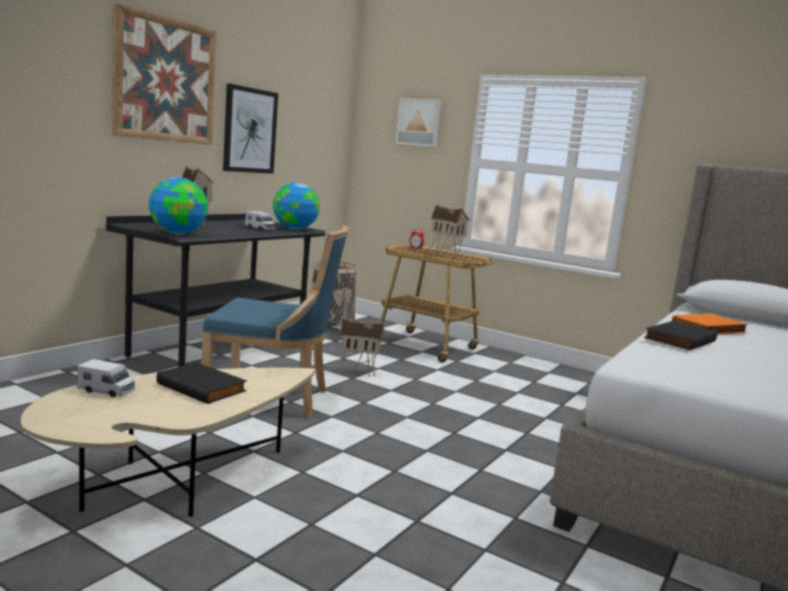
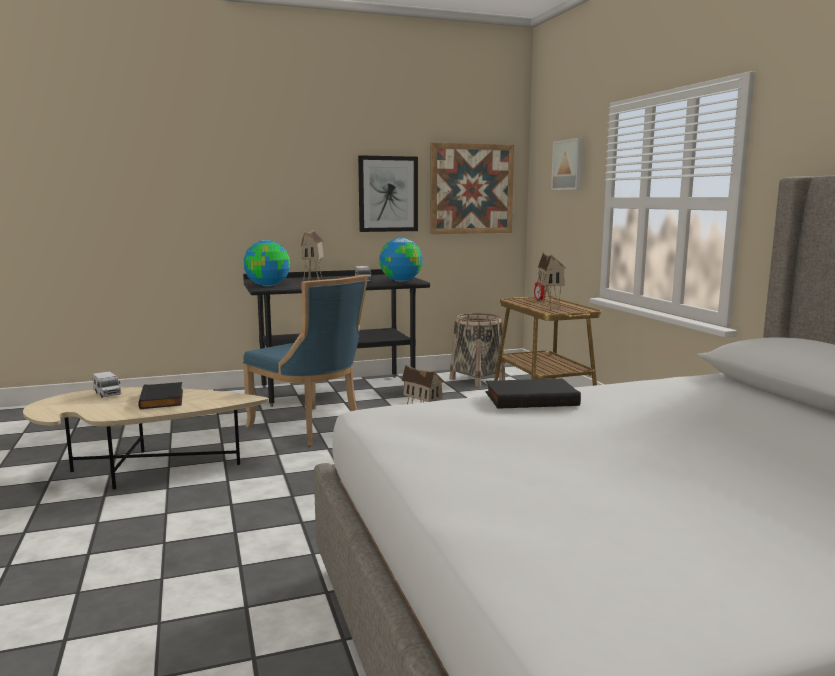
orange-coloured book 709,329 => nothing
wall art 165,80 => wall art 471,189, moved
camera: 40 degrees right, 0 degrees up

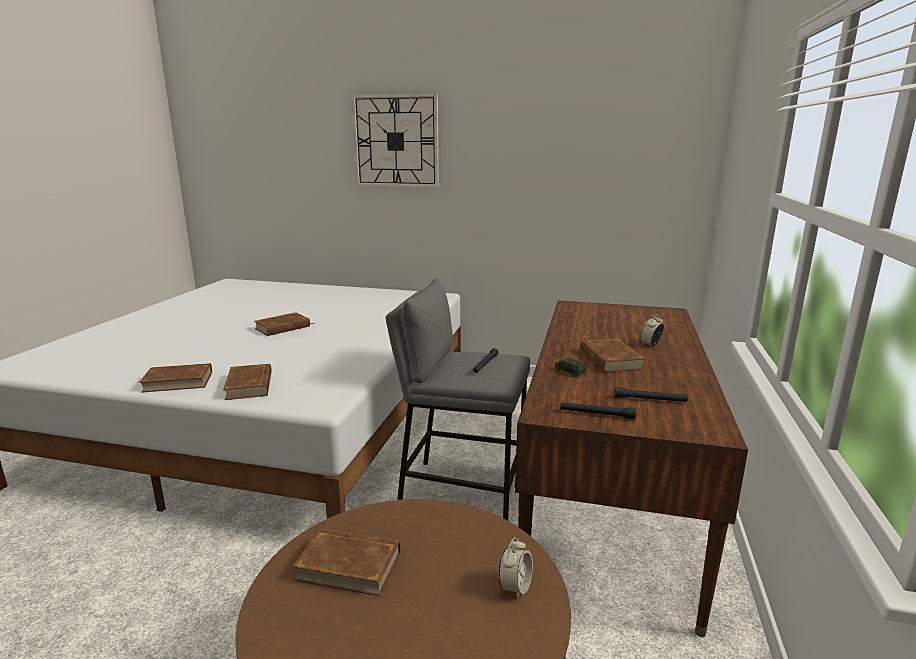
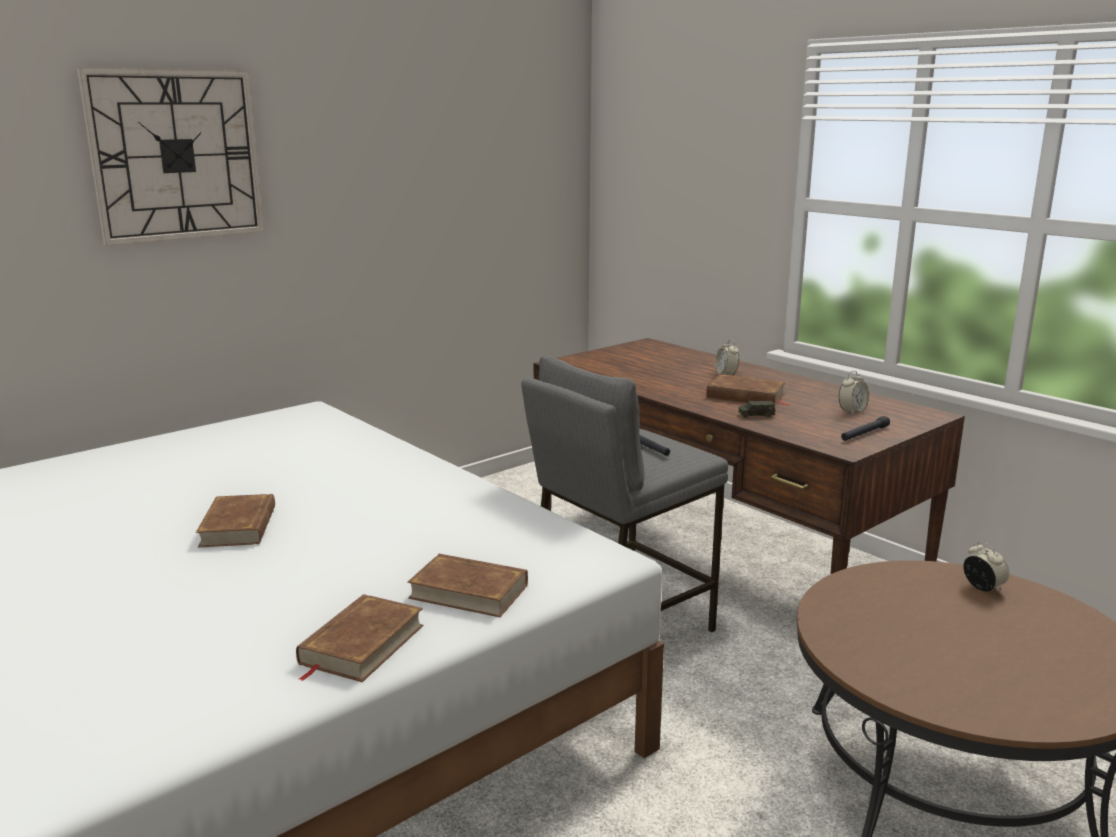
brown book 348,566 => nothing
blackish torch 650,400 => alarm clock 852,411
camera: 55 degrees left, 0 degrees up

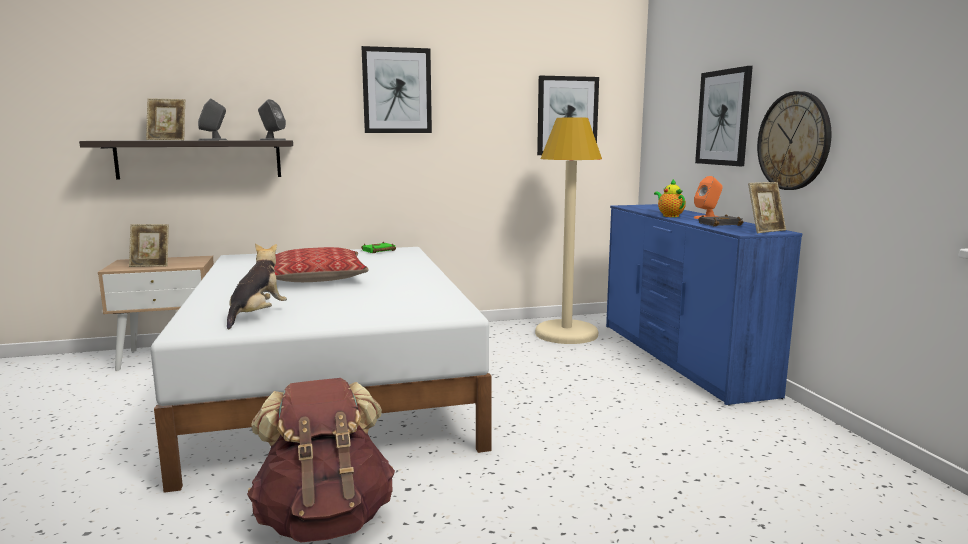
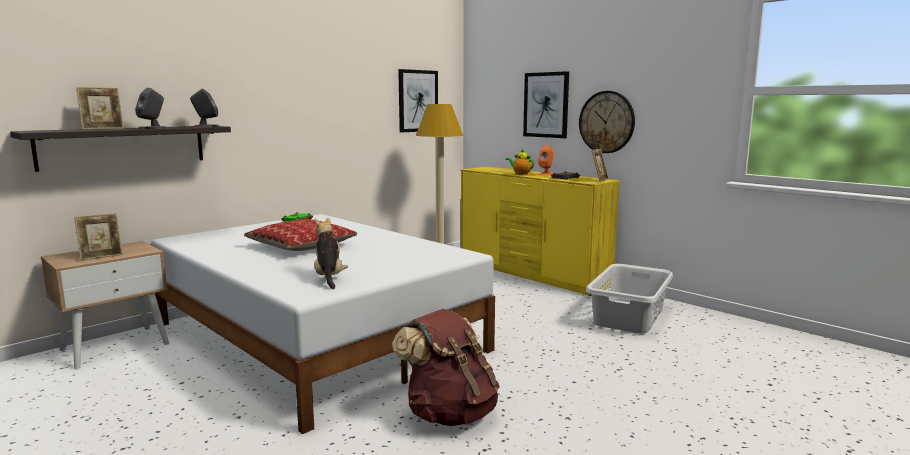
wall art 397,91 => nothing
nothing => gray laundry basket 629,316
bluish chest of drawers 680,358 => yellow-coloured chest of drawers 531,274
camera: 30 degrees left, 0 degrees up

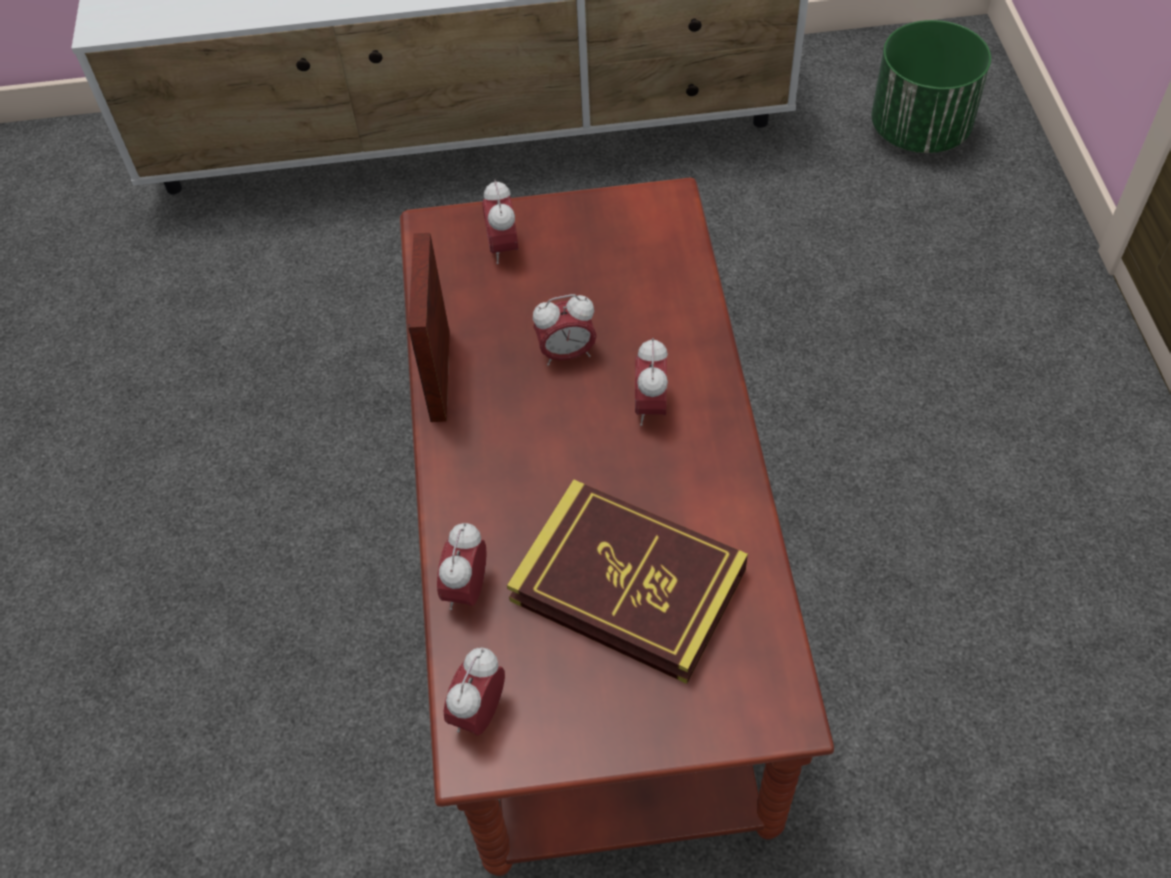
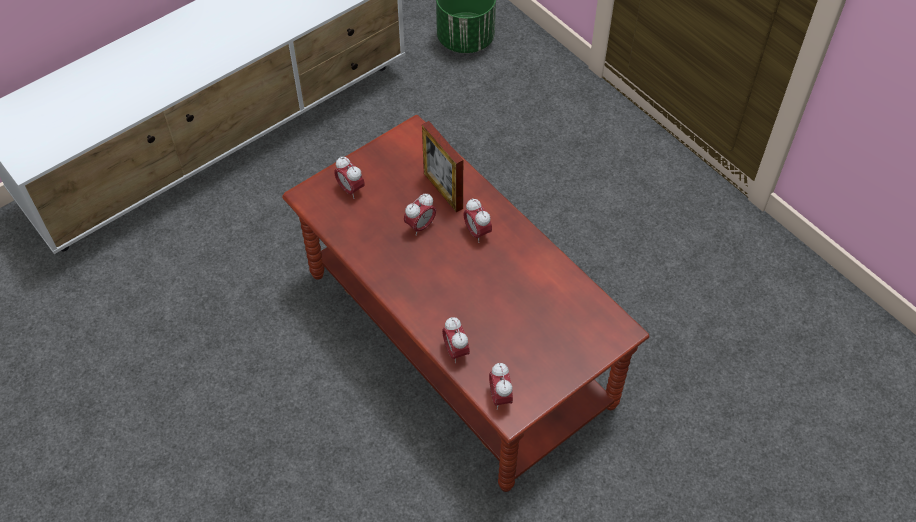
book 628,585 => nothing
standing frame 440,375 => standing frame 443,191, moved
camera: 35 degrees left, 0 degrees up

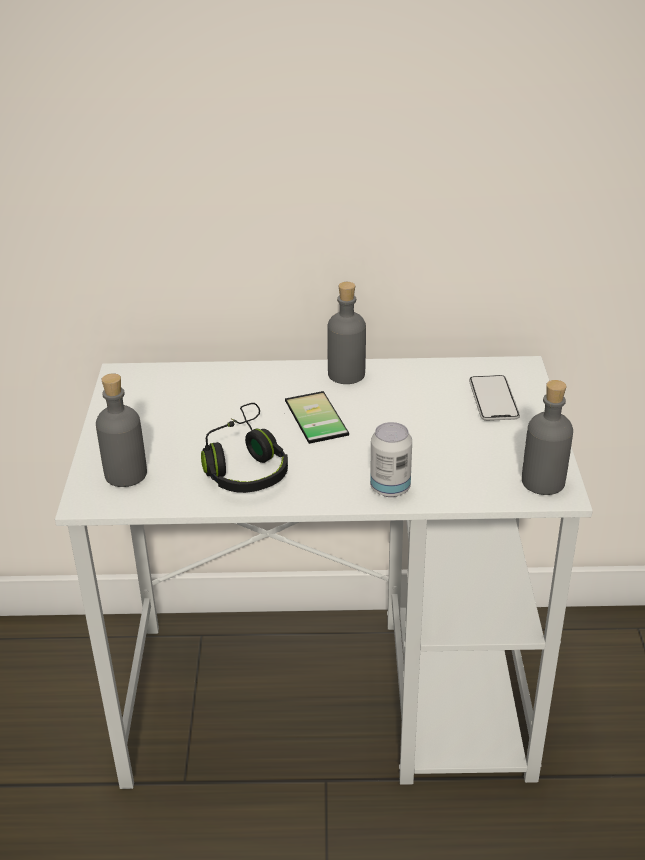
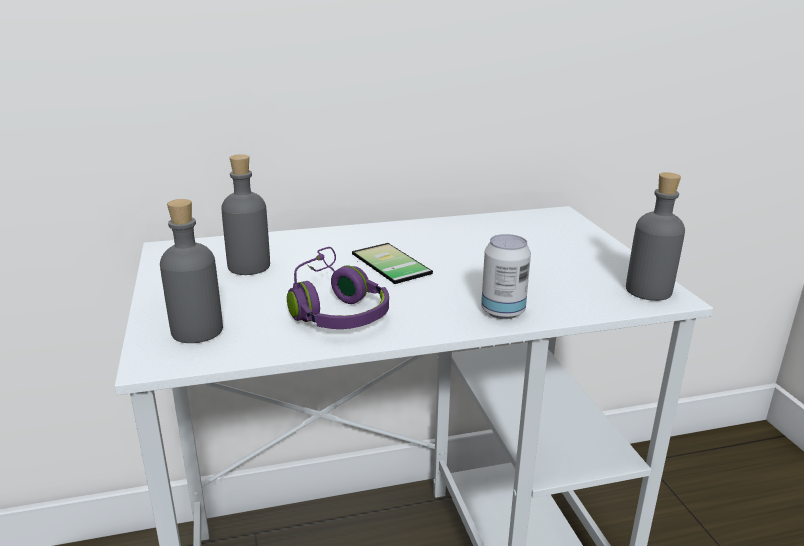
handset 493,399 => nothing
gray beverage bottle 346,374 => gray beverage bottle 249,266, moved
blackish headset 245,466 => purple-coloured headset 335,309
camera: 15 degrees left, 10 degrees down

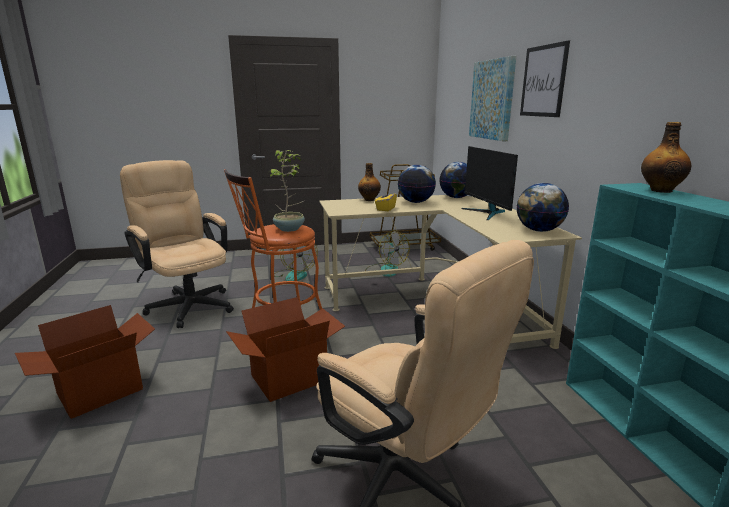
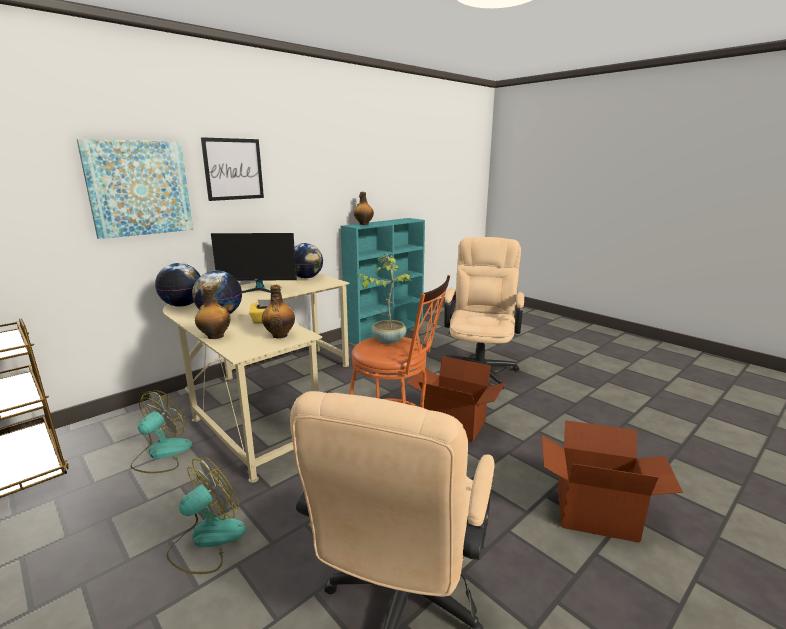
nothing => beverage bottle 280,335
computer screen 487,213 => computer screen 258,290, 45 degrees clockwise
camera: 120 degrees left, 0 degrees up

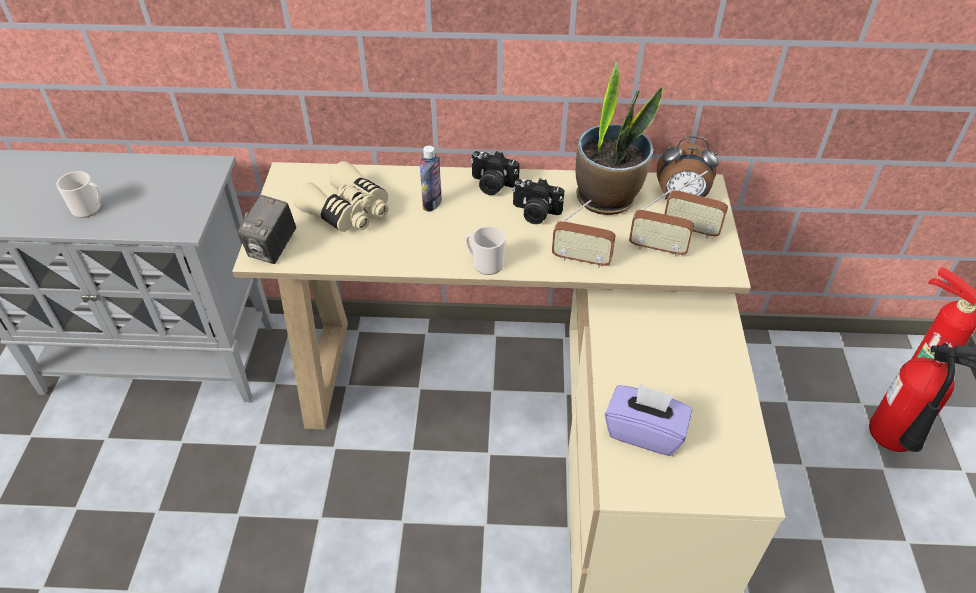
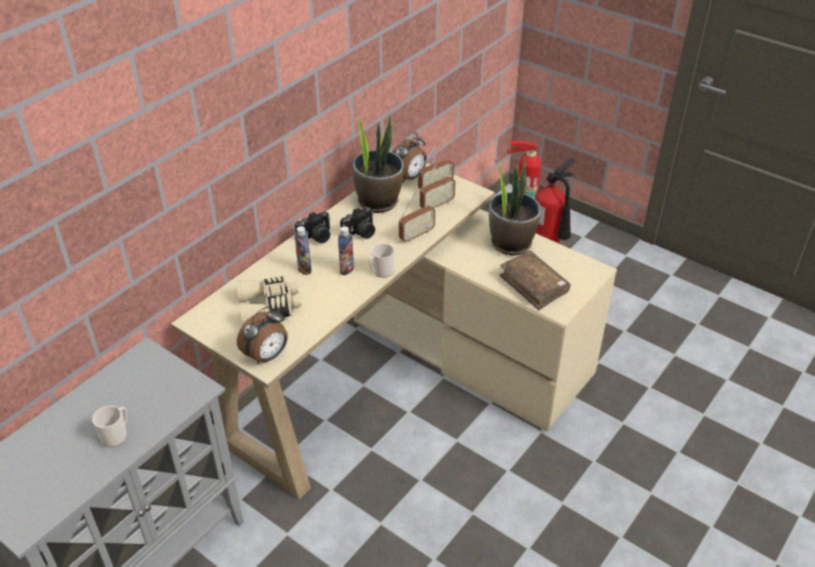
nothing => beverage bottle 347,269
nothing => plant in a pot 511,243
photo camera 273,249 => alarm clock 267,356
purple-coloured tissue box 644,432 => brown book 533,286
camera: 55 degrees left, 5 degrees down

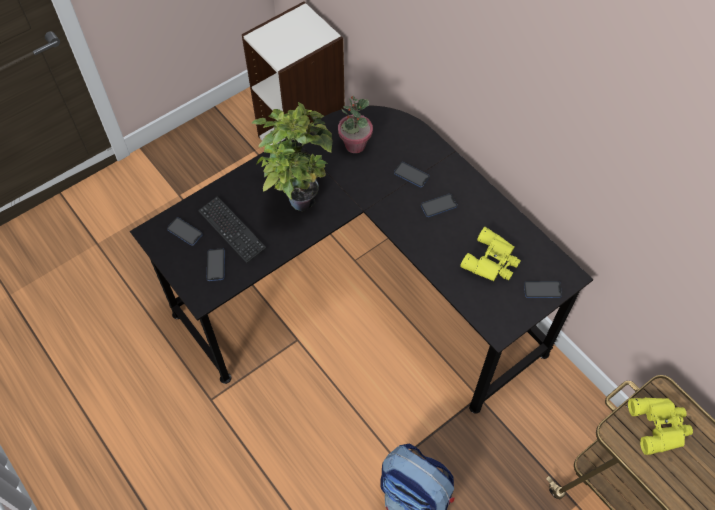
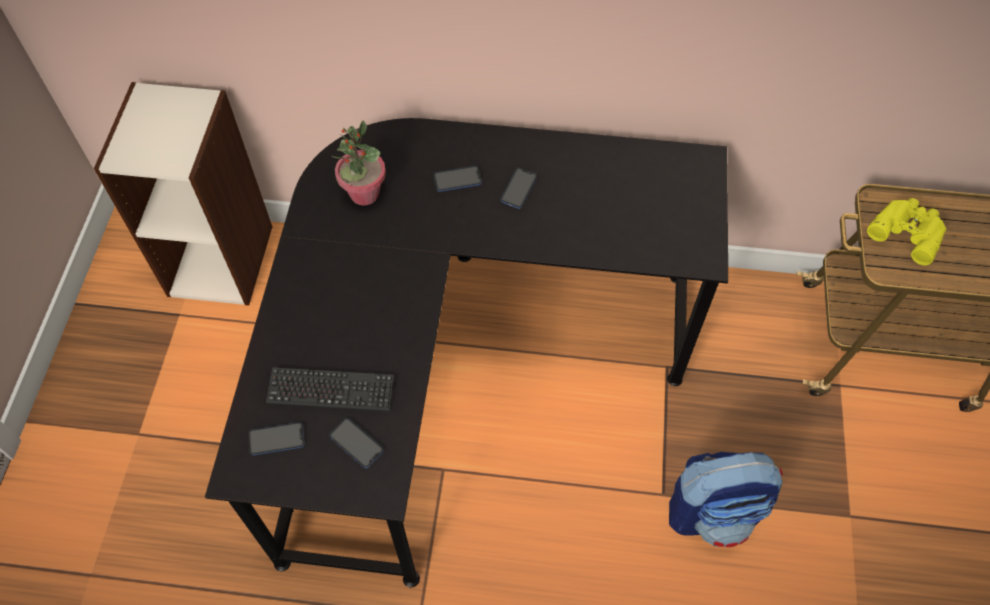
plant in a pot 297,196 => nothing
yellow-coloured pair of binoculars 492,261 => nothing
handset 542,290 => nothing
camera: 45 degrees left, 0 degrees up

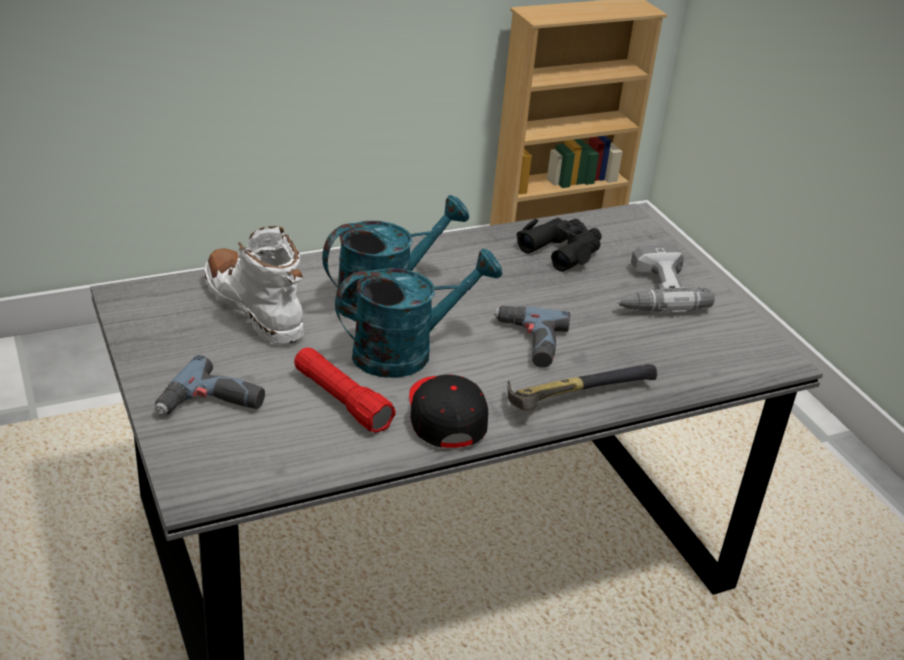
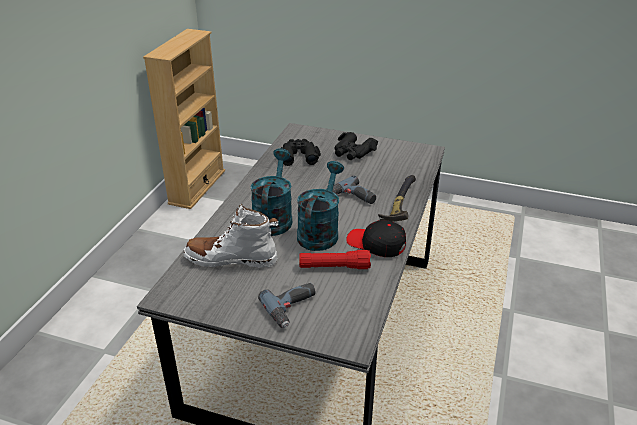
power drill 650,291 => blackish pair of binoculars 353,152
camera: 45 degrees left, 0 degrees up

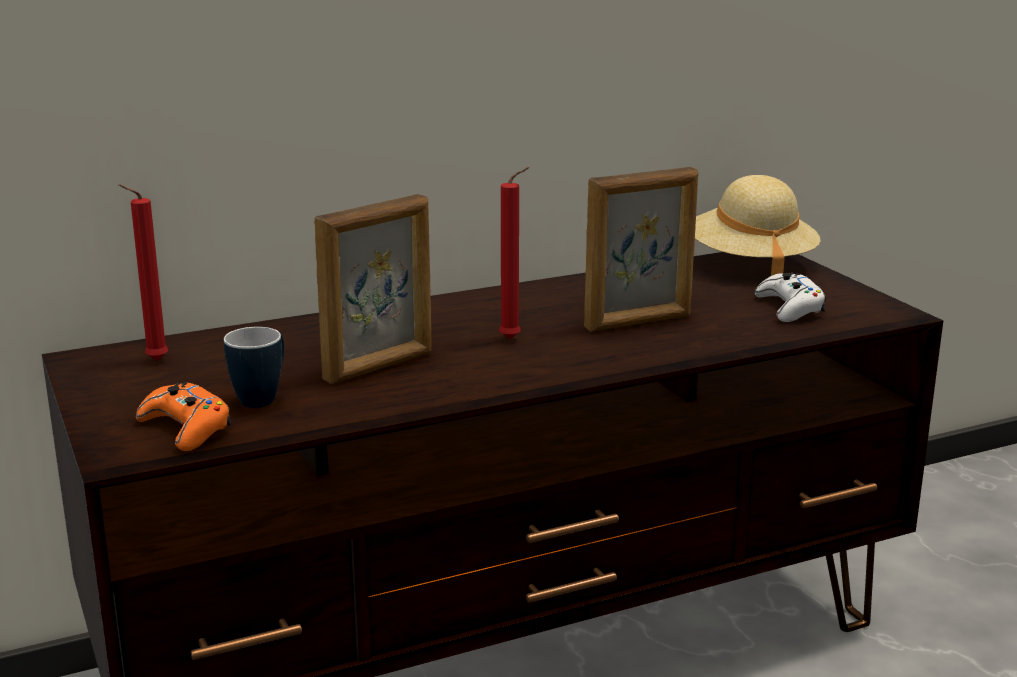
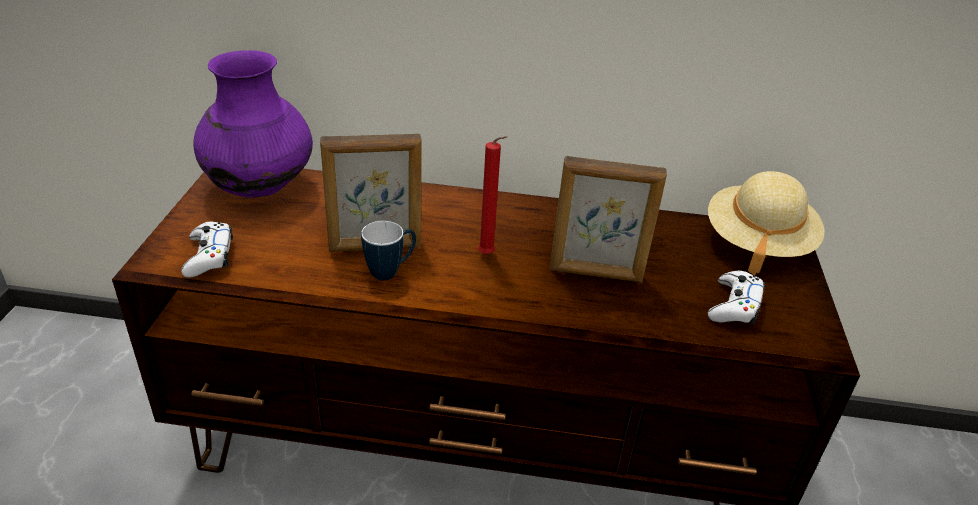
tea mug 263,398 => tea mug 391,271, moved
reddish candle 153,361 => purple-coloured vase 260,188
orange-coloured game controller 186,428 => whitish game controller 209,256
camera: 30 degrees right, 15 degrees up

